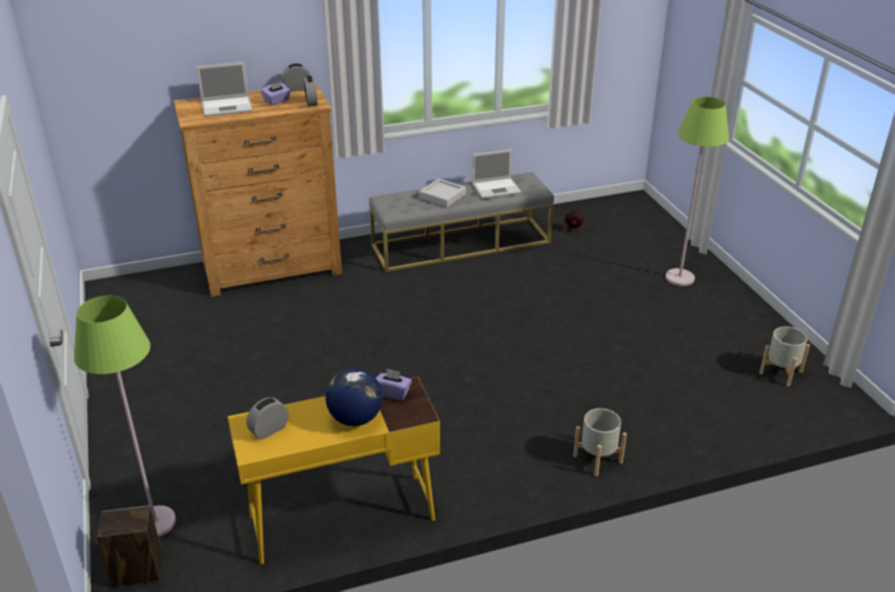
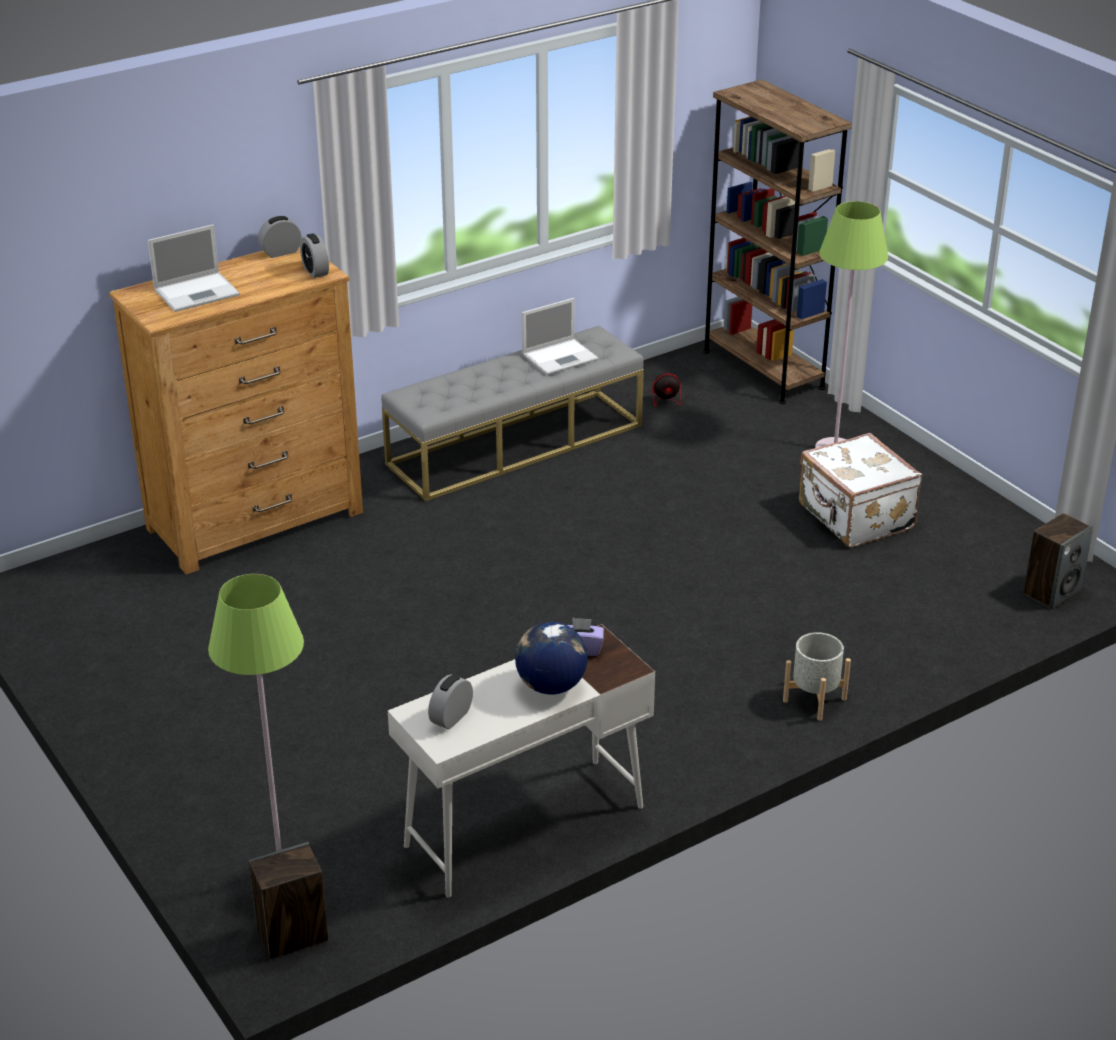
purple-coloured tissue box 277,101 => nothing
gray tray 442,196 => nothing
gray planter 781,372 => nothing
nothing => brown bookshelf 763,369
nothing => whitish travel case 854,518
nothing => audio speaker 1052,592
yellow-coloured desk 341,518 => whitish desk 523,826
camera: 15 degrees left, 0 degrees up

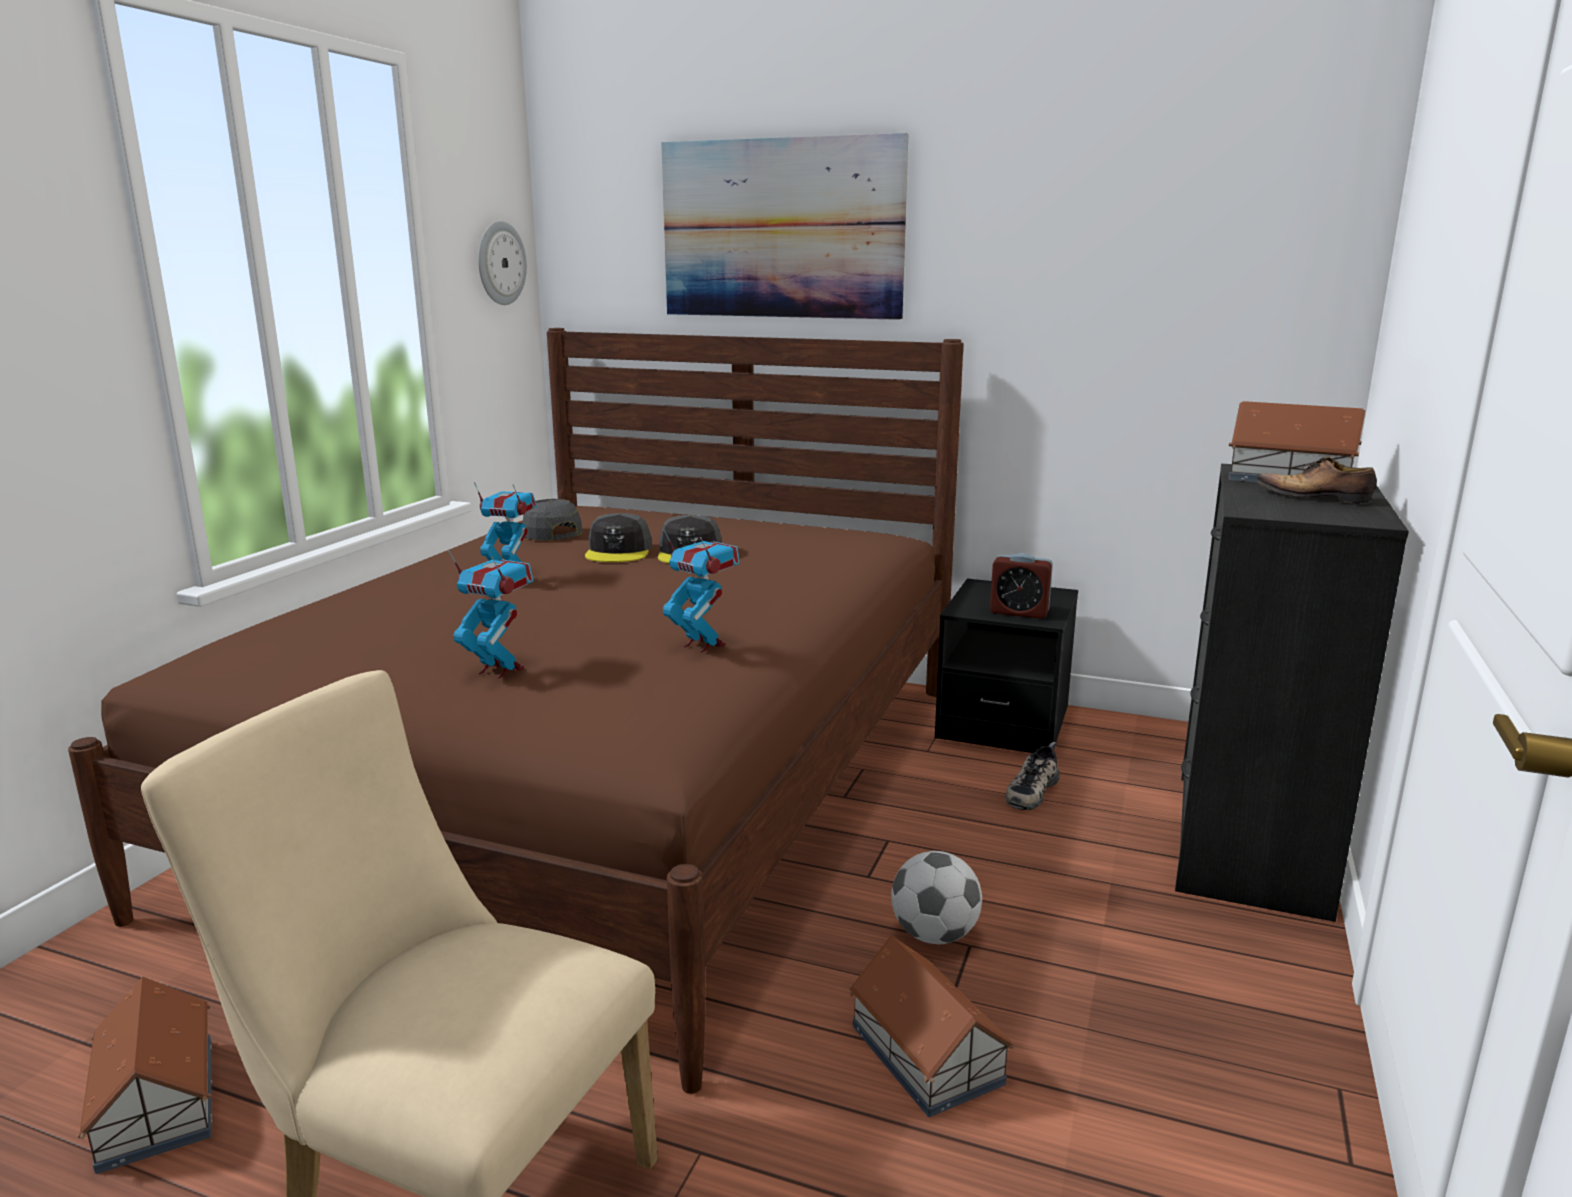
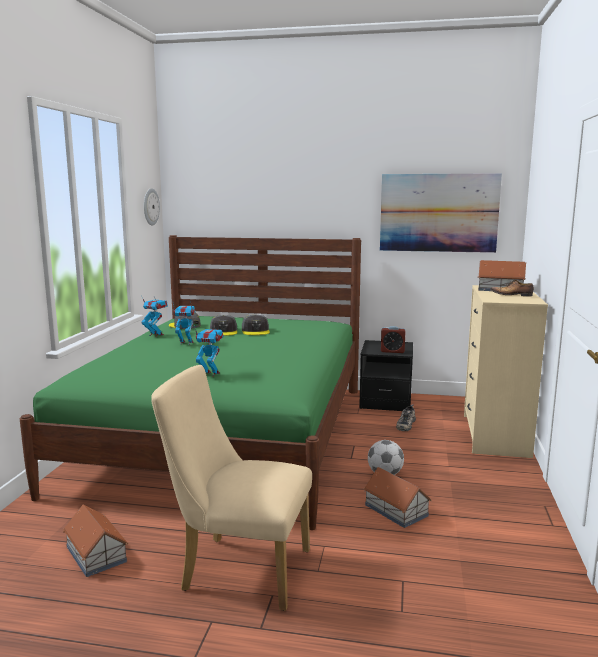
wall art 782,229 => wall art 438,213, moved
model robot 703,645 => model robot 156,335, moved
brown bed 613,785 => green bed 227,435
blackish chest of drawers 1246,841 => beige chest of drawers 494,435
camera: 10 degrees left, 5 degrees down

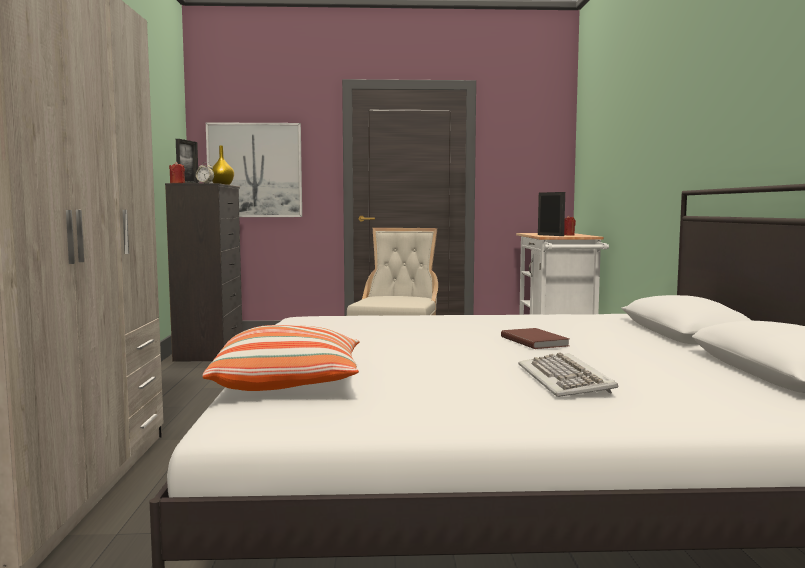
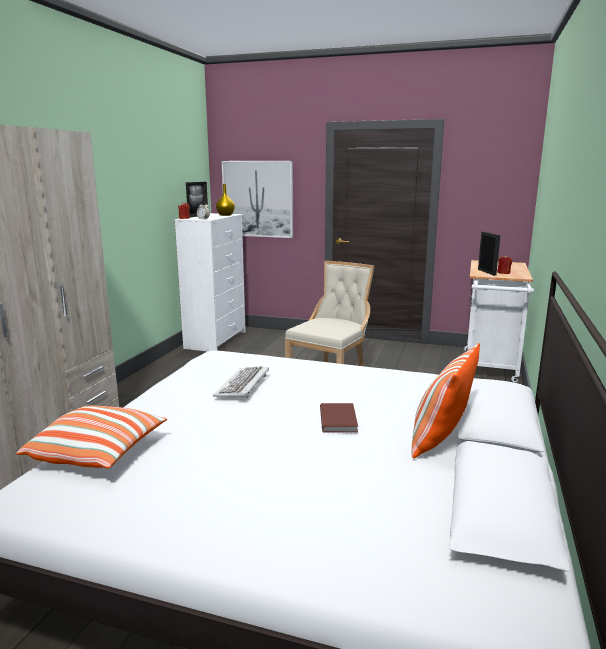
nothing => cushion 440,441
PC keyboard 565,380 => PC keyboard 243,385, moved
blackish chest of drawers 211,350 => whitish chest of drawers 216,340
camera: 20 degrees right, 10 degrees up

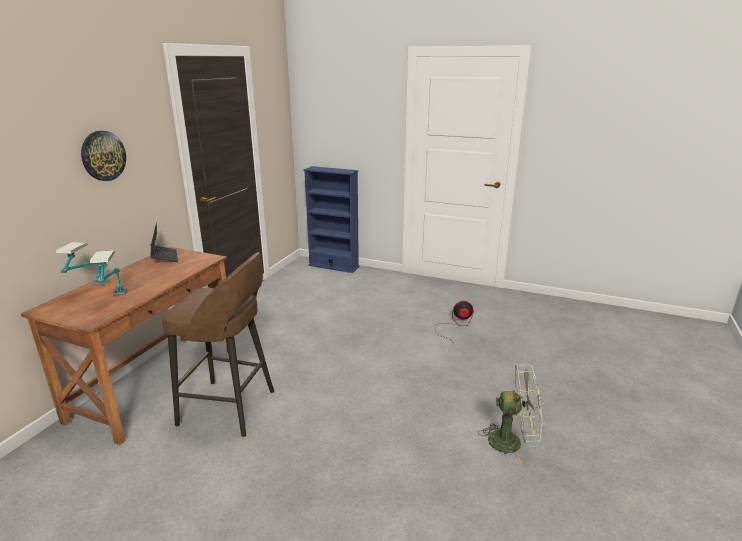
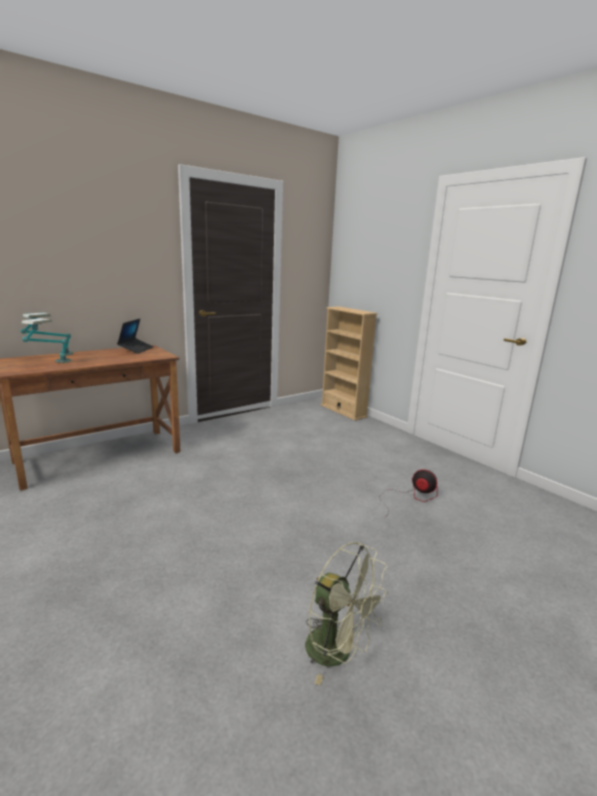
hanging clock 103,156 => nothing
brown stool seat 230,408 => nothing
bluish bookshelf 333,266 => beige bookshelf 343,411
camera: 30 degrees right, 5 degrees down

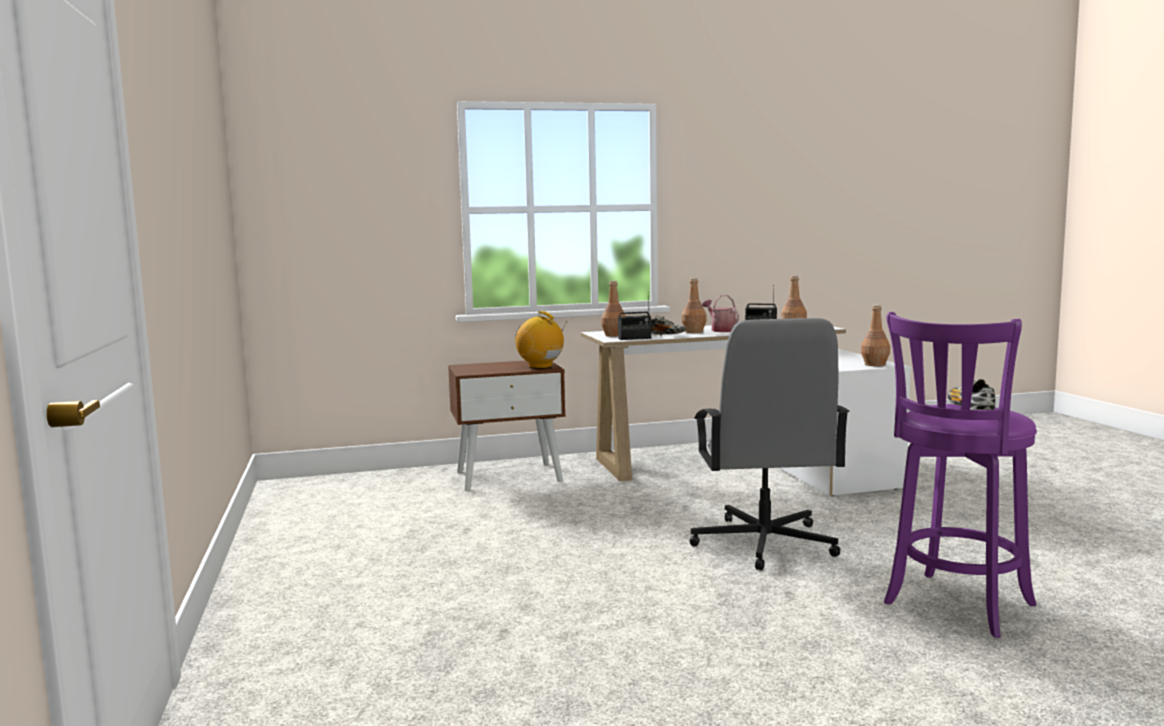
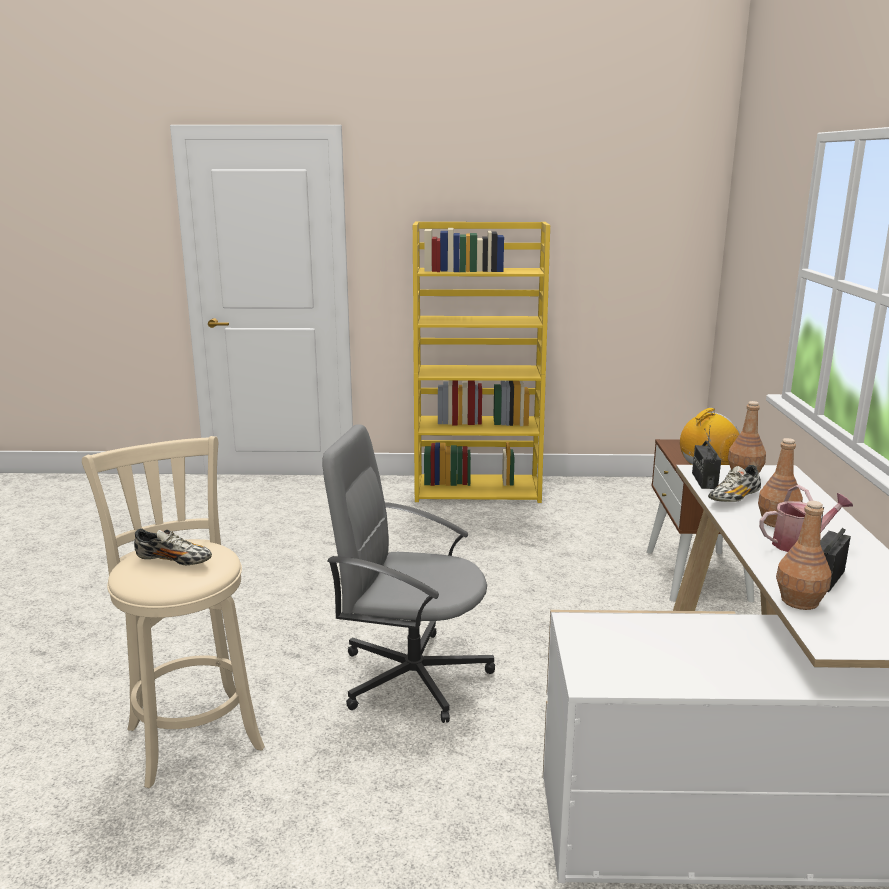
brown beverage bottle 874,364 => nothing
nothing => yellow-coloured bookshelf 478,489
purple-coloured stool seat 955,606 => beige stool seat 193,734
camera: 105 degrees right, 10 degrees up

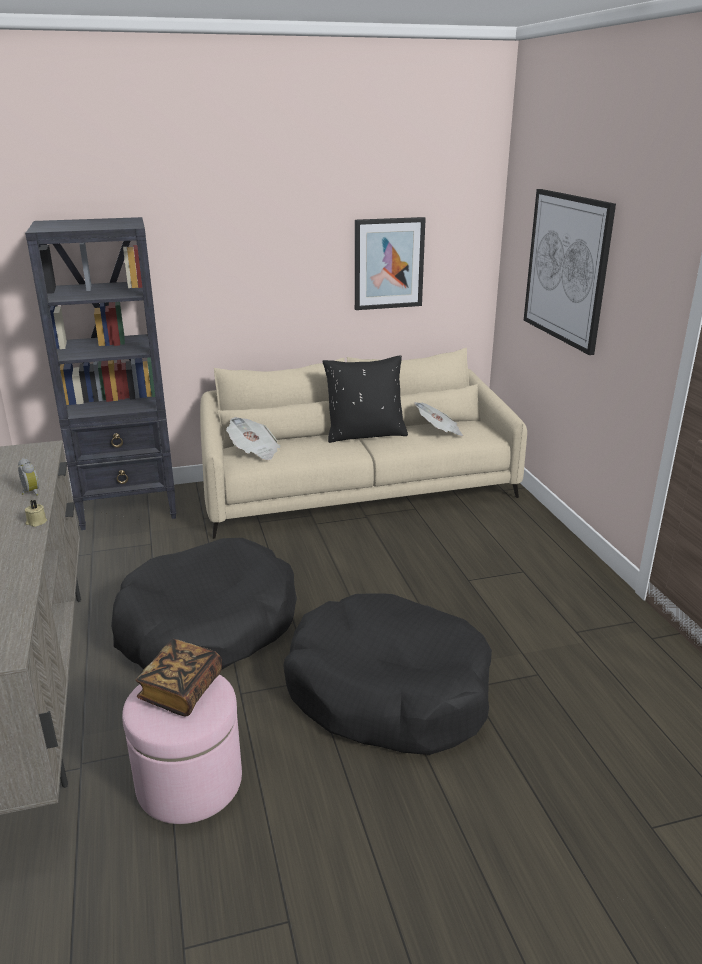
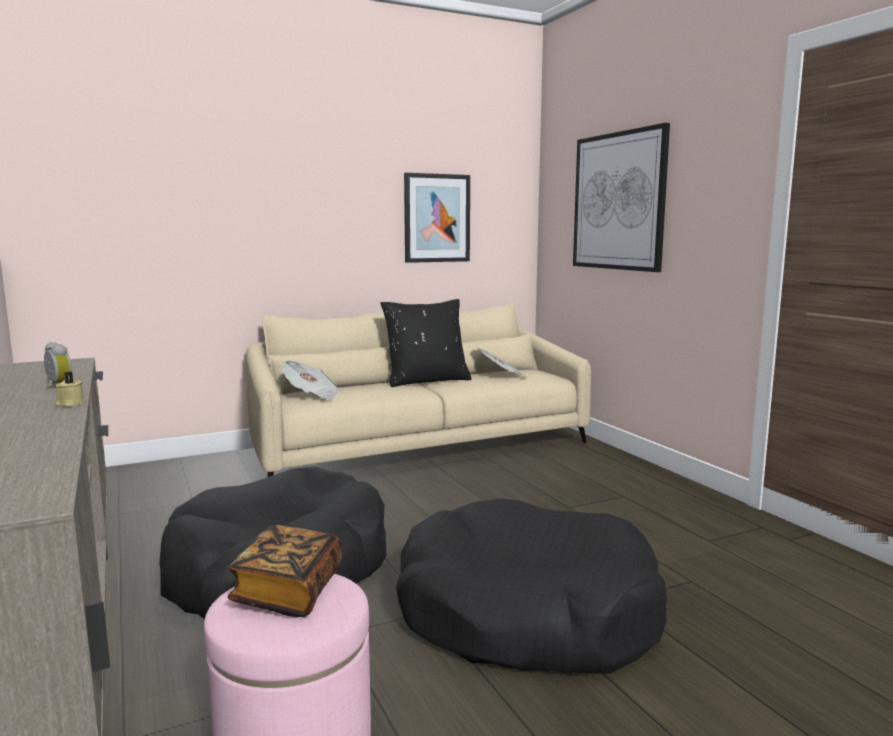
blackish bookshelf 130,508 => nothing
camera: 10 degrees left, 15 degrees down

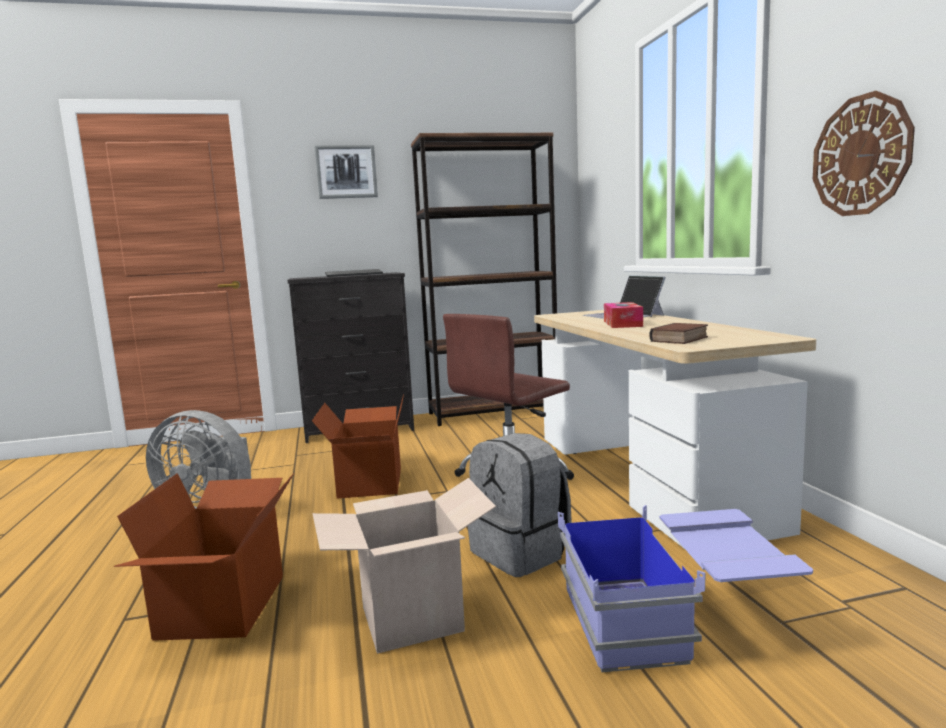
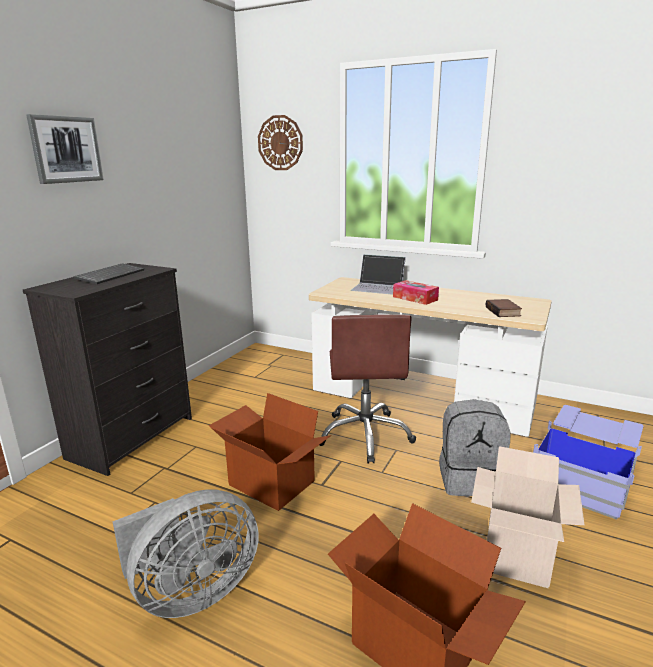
brown bookshelf 493,412 => nothing
hanging clock 861,155 => hanging clock 280,143, moved
camera: 50 degrees left, 10 degrees up

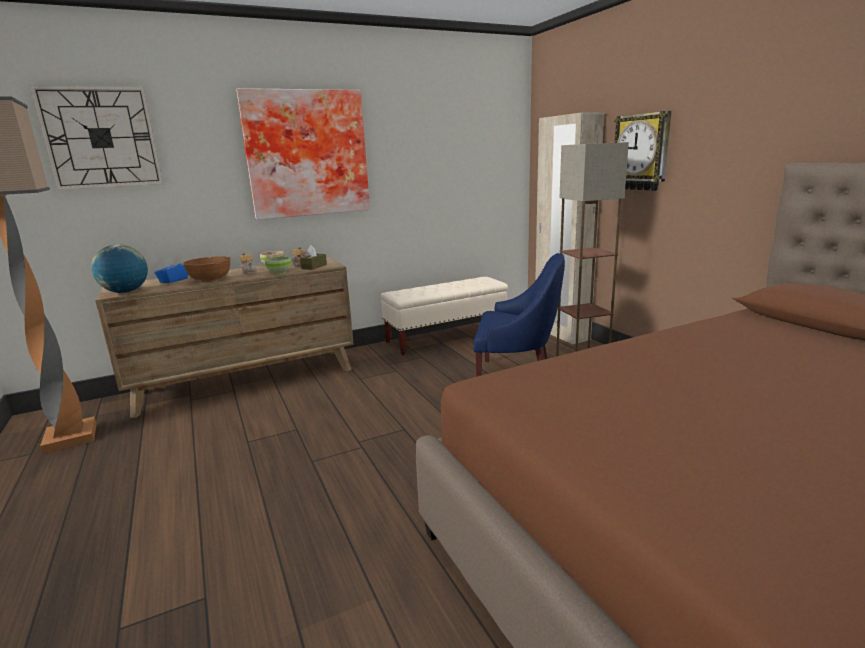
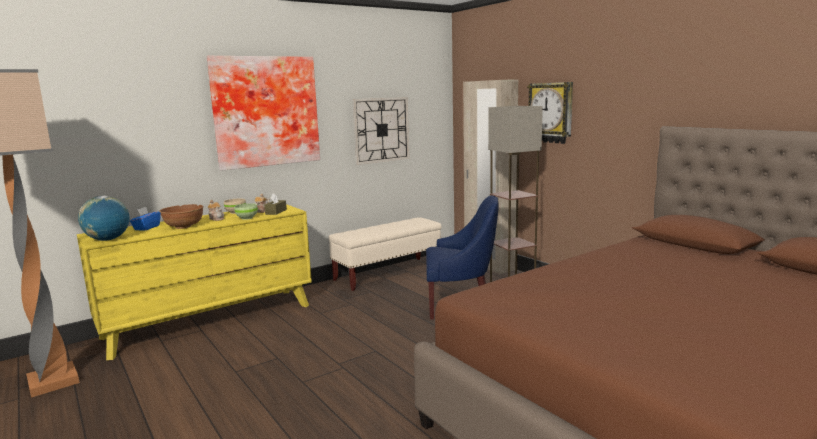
hanging clock 101,138 => hanging clock 381,130, moved
brown chest of drawers 247,380 => yellow-coloured chest of drawers 211,321
camera: 10 degrees left, 5 degrees down

